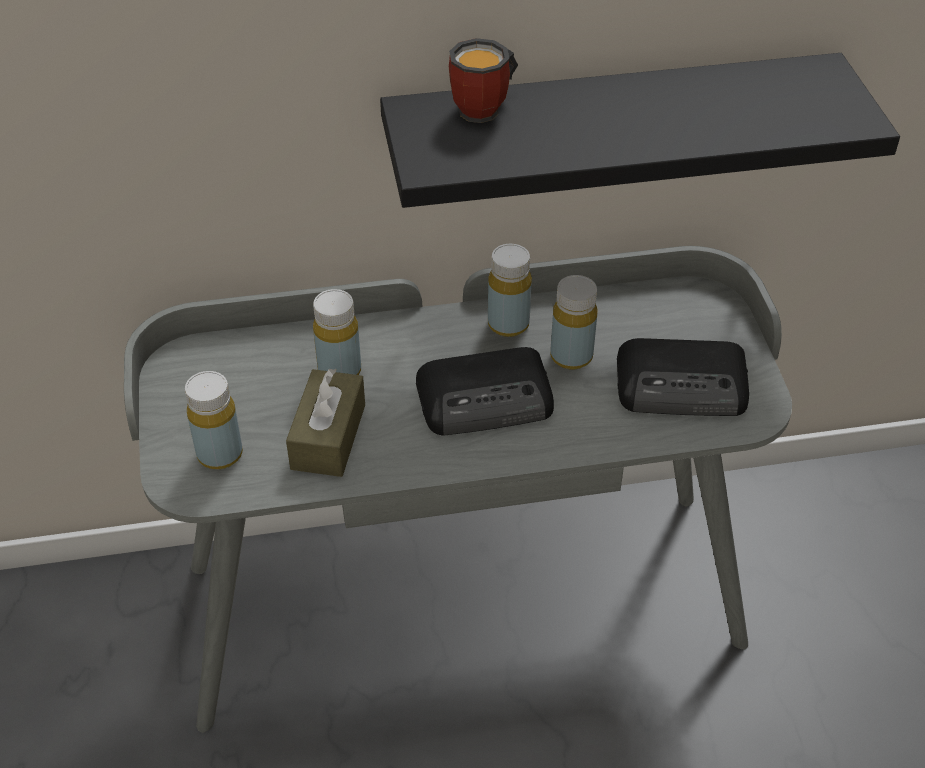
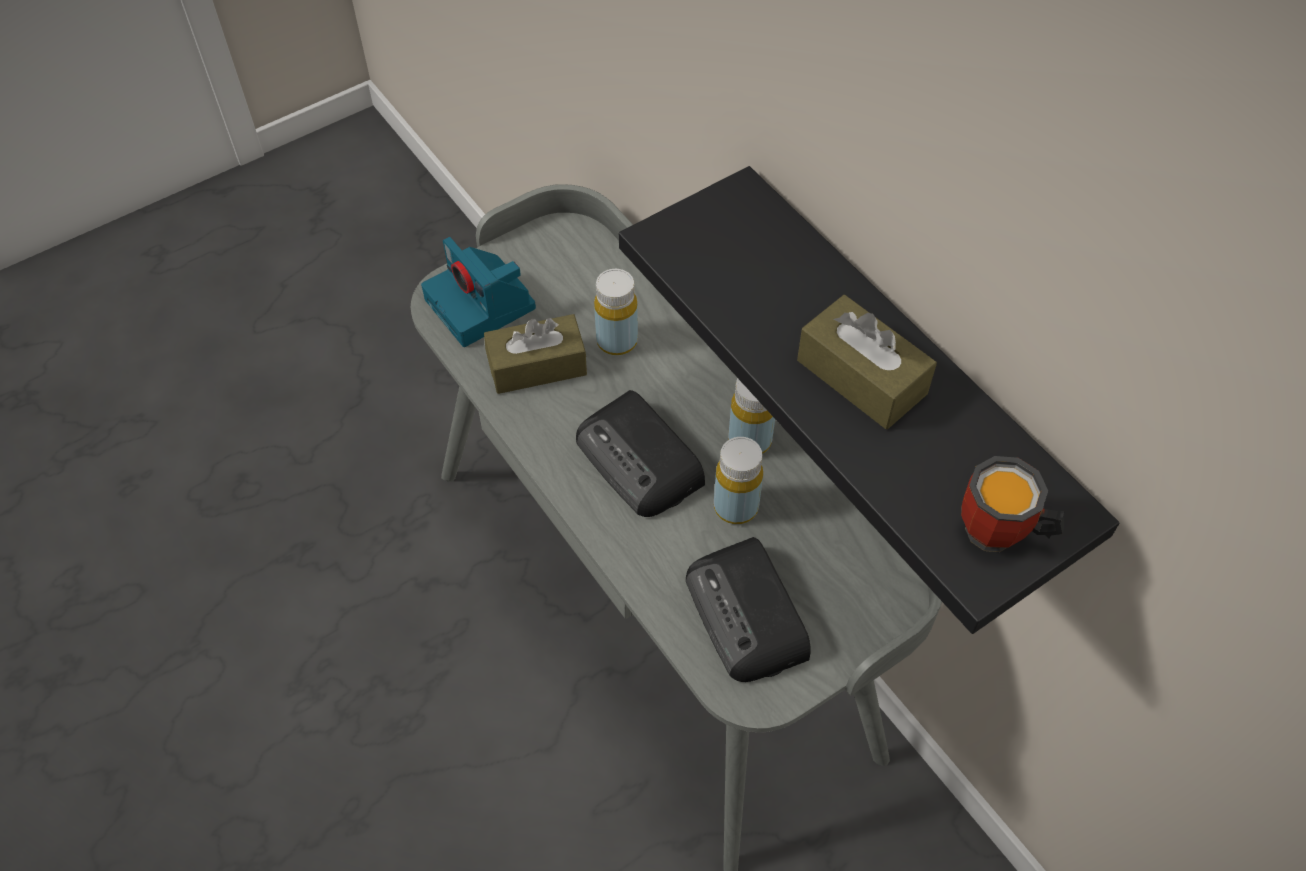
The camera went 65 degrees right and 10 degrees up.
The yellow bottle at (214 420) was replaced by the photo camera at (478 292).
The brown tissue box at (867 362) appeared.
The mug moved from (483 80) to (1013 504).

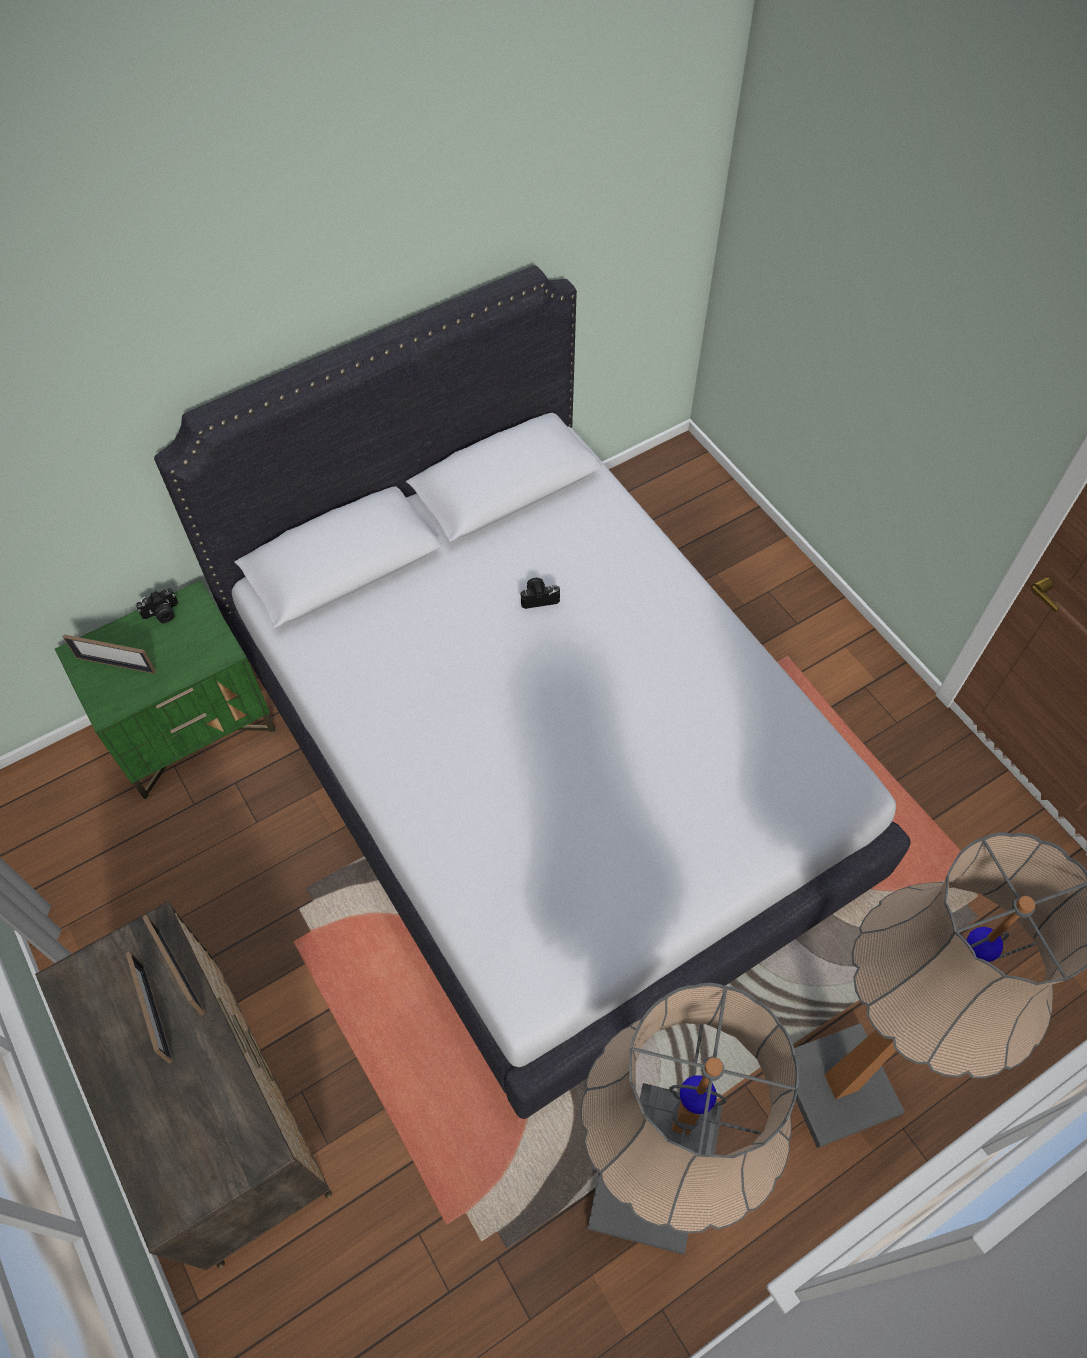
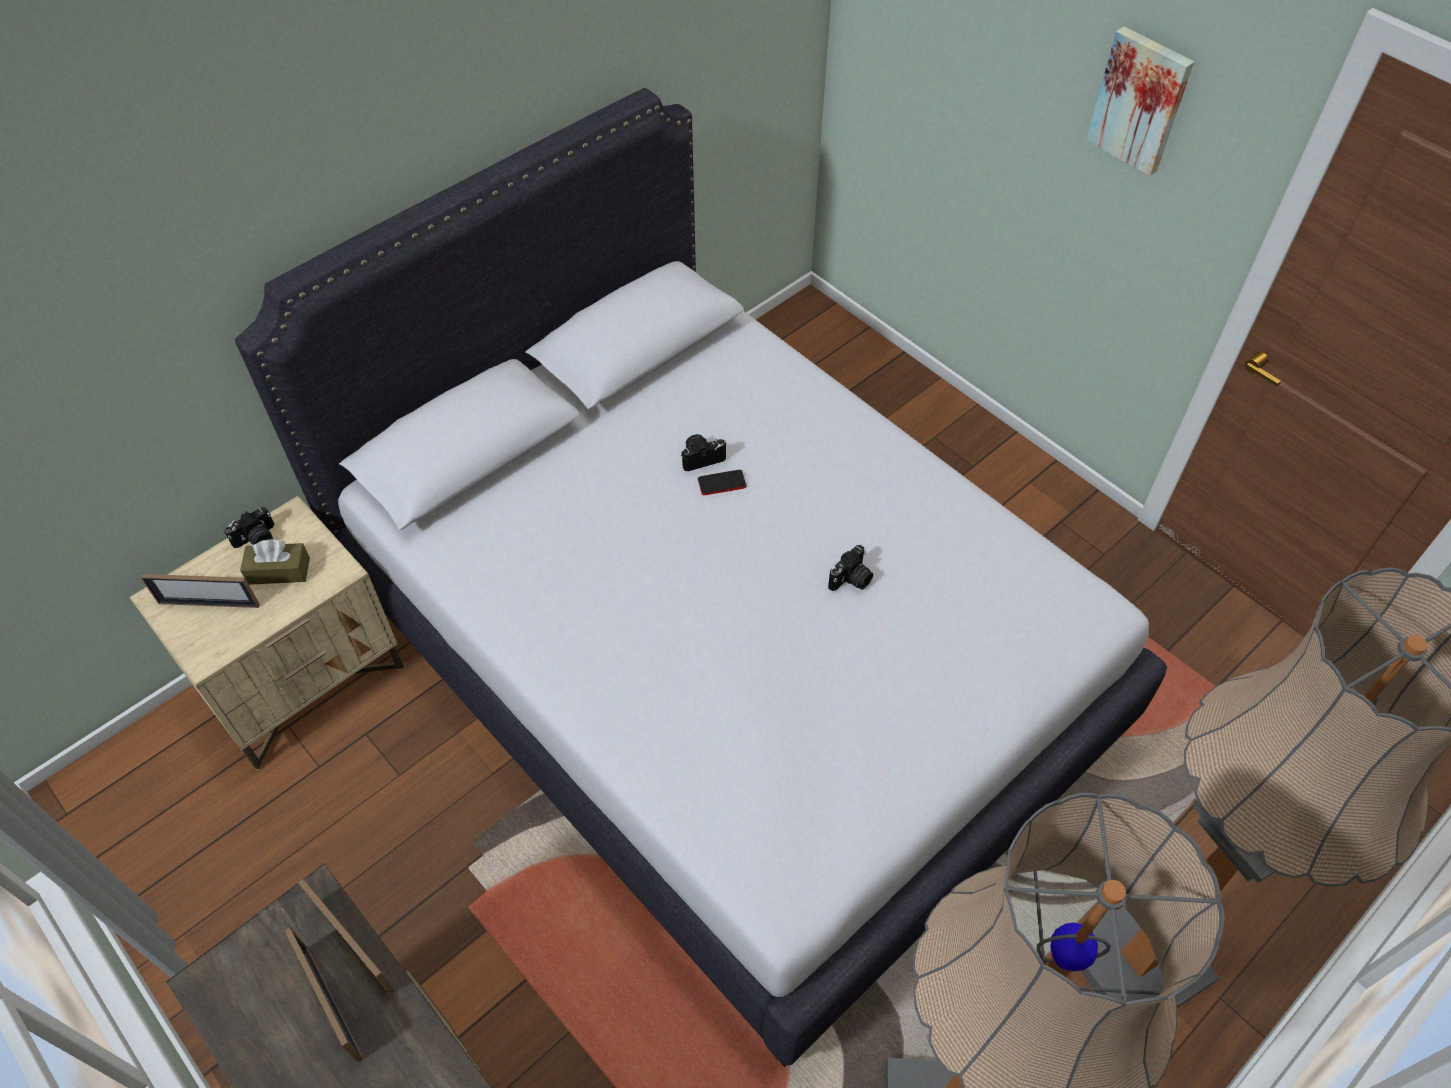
The camera went 10 degrees left and 5 degrees down.
The green nightstand at (165 689) became the beige nightstand at (266 633).
The brown tissue box at (275 562) appeared.
The phone at (722 482) appeared.
The photo camera at (850 568) appeared.
The picture at (1140 101) appeared.

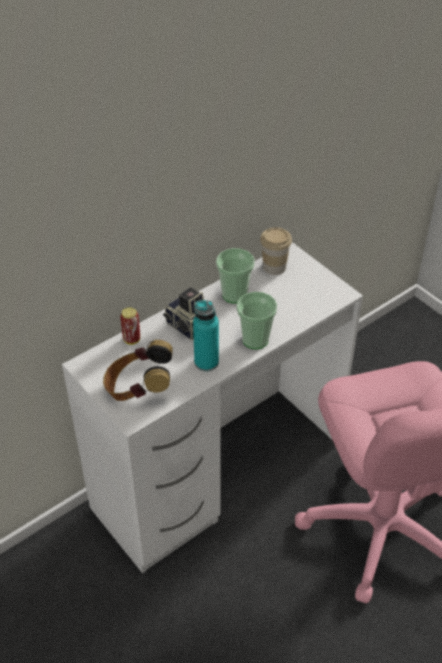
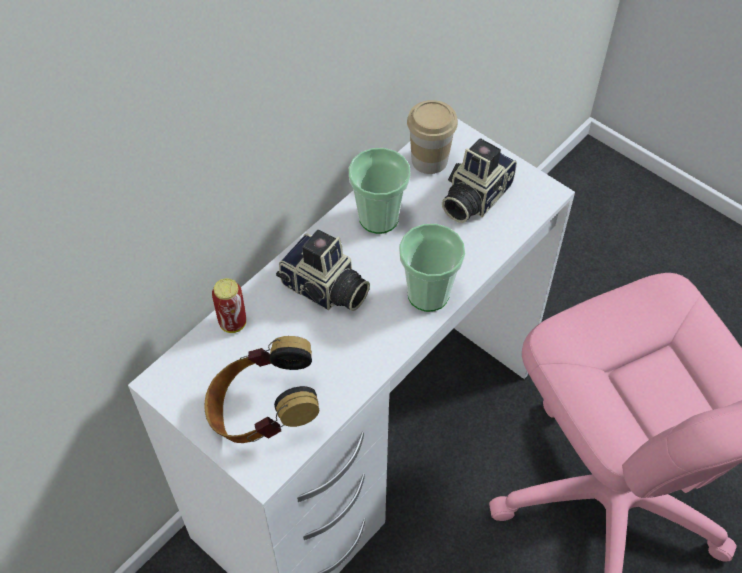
The camera went 10 degrees left and 10 degrees up.
The photo camera at (479 181) appeared.
The turquoise bottle at (206 336) disappeared.

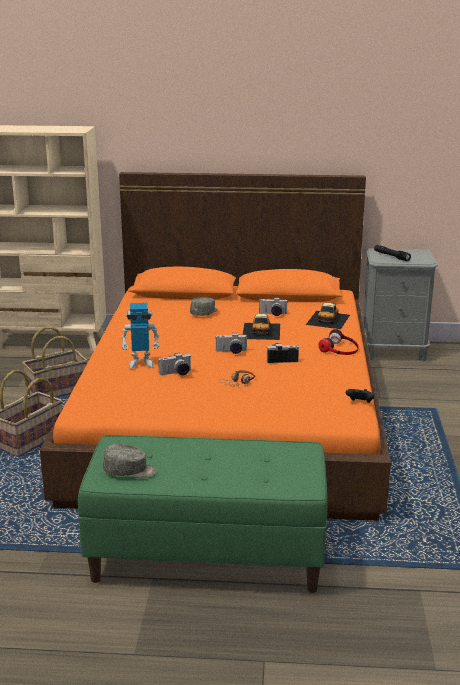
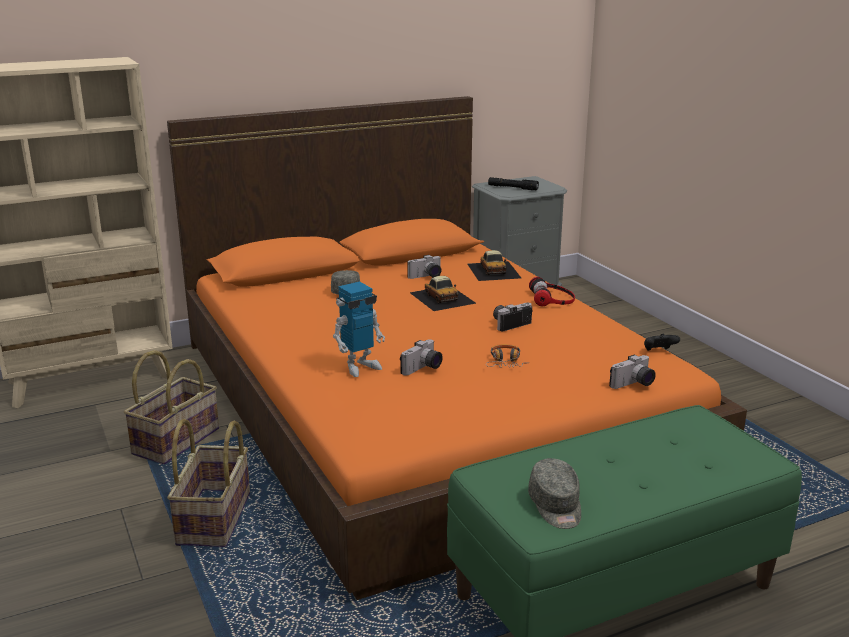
The camera went 30 degrees left and 0 degrees up.
The grey cap at (129 461) turned 105 degrees clockwise.
The photo camera moved from (232 343) to (632 372).

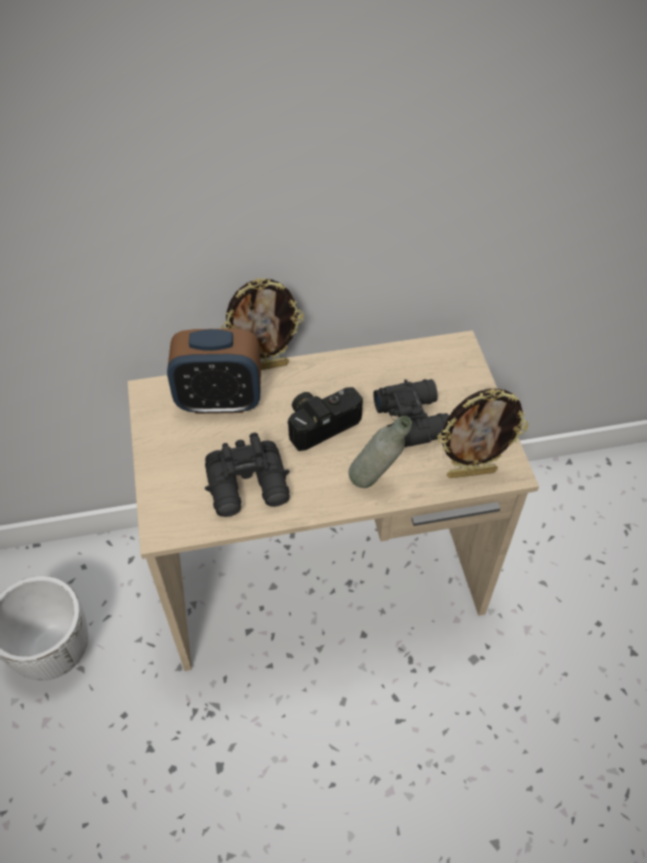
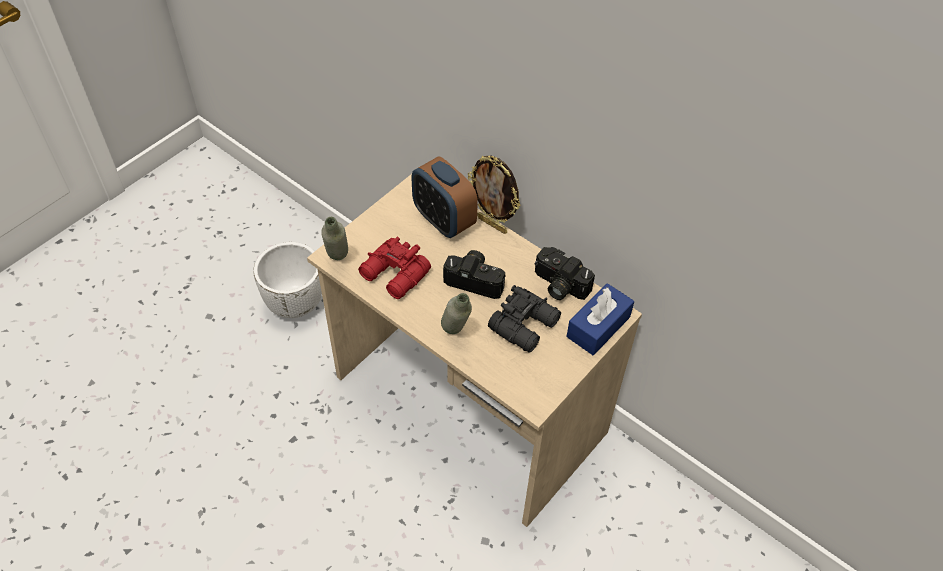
The camera went 50 degrees right and 0 degrees up.
The grey bottle at (334 239) appeared.
The black binoculars at (247 475) became the red binoculars at (394 268).
The photo camera at (565 273) appeared.
The blue tissue box at (600 319) appeared.
The picture frame at (483 433) disappeared.

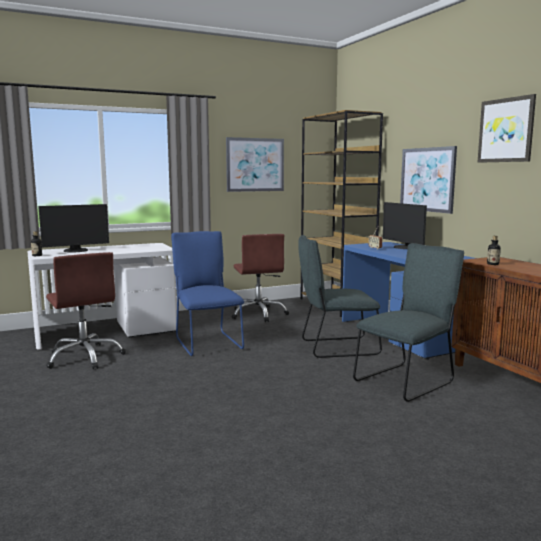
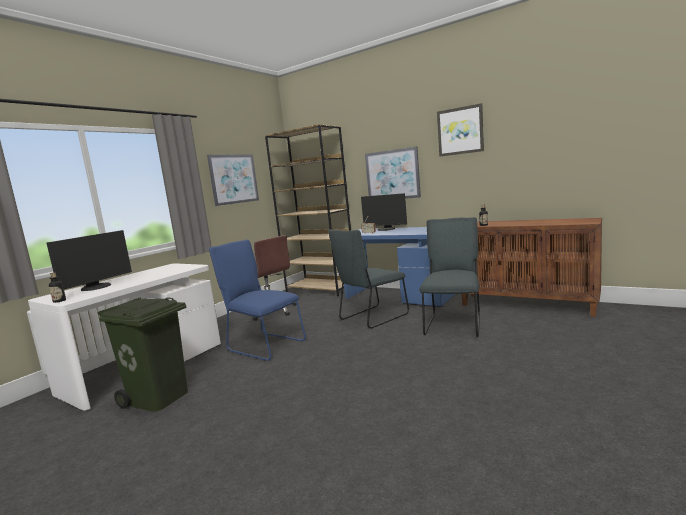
The camera went 30 degrees left and 0 degrees up.
The brown office chair at (86 310) was replaced by the green trash can at (143 354).

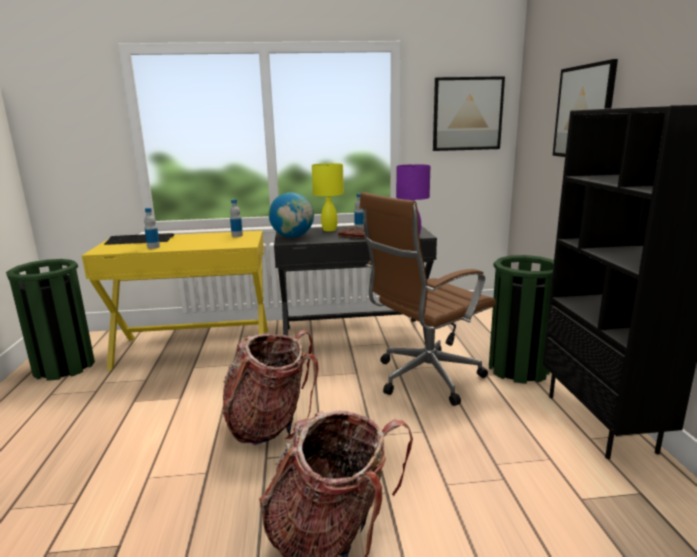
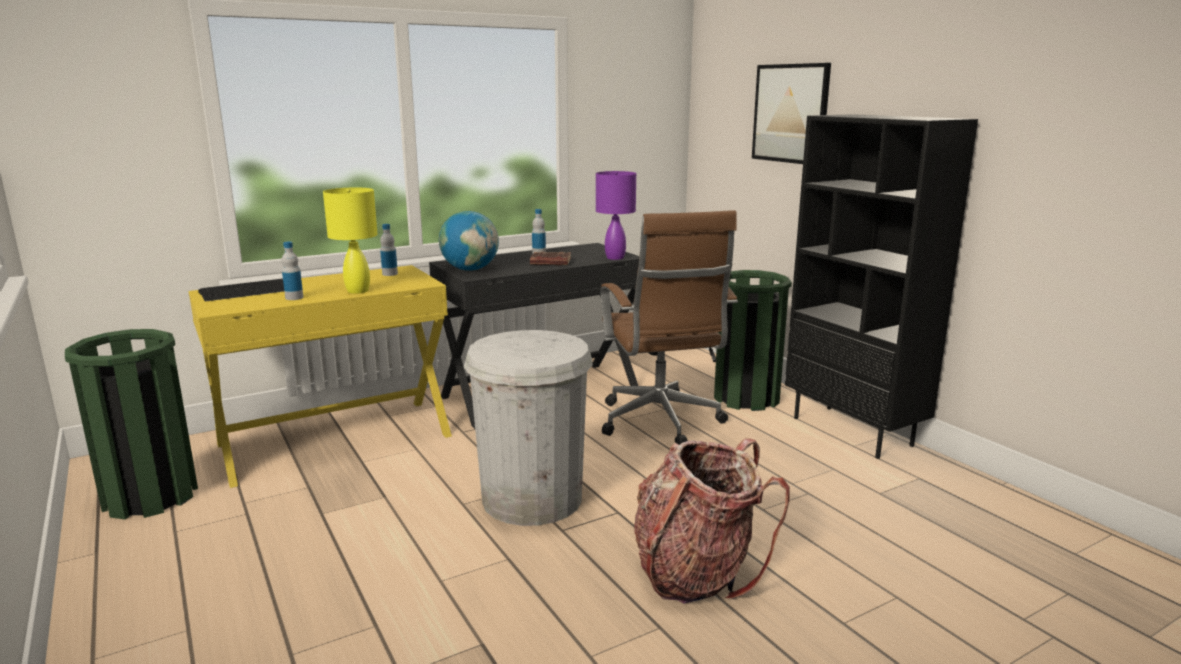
The camera went 25 degrees left and 0 degrees up.
The yellow table lamp moved from (328 197) to (350 241).
The backpack at (270 387) was replaced by the white trash can at (528 428).
The brown office chair at (427 299) turned 45 degrees counterclockwise.
The picture at (469 113) disappeared.

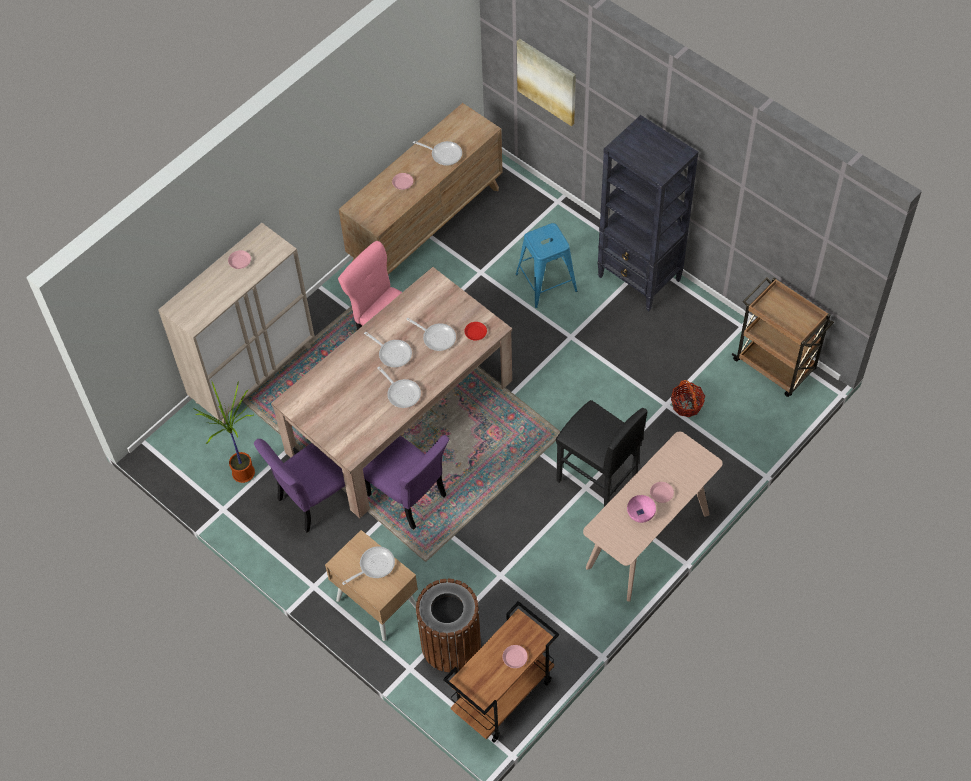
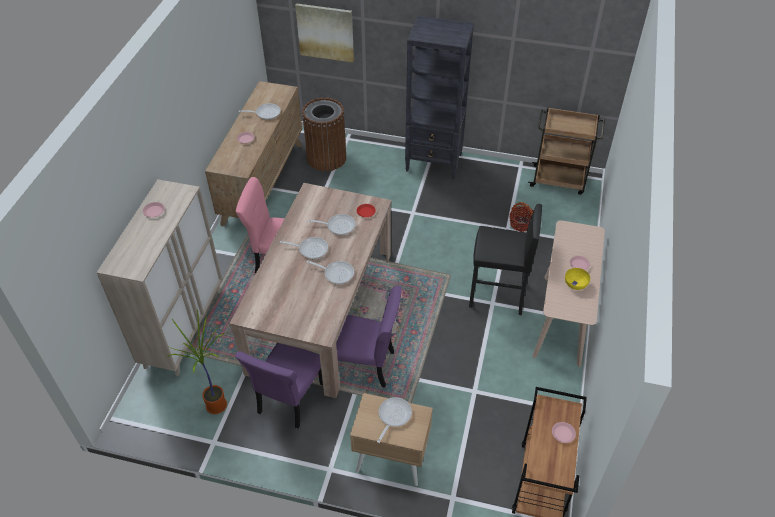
The camera went 30 degrees left and 10 degrees down.
The brown trash can moved from (448 625) to (324 134).
The pink bowl at (641 509) became the yellow bowl at (577 279).
The blue stool at (546 265) disappeared.

